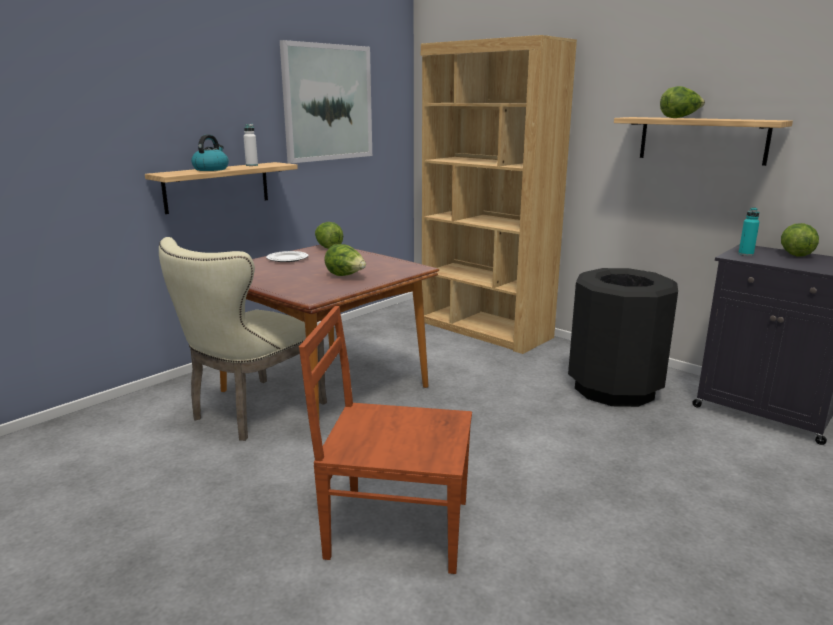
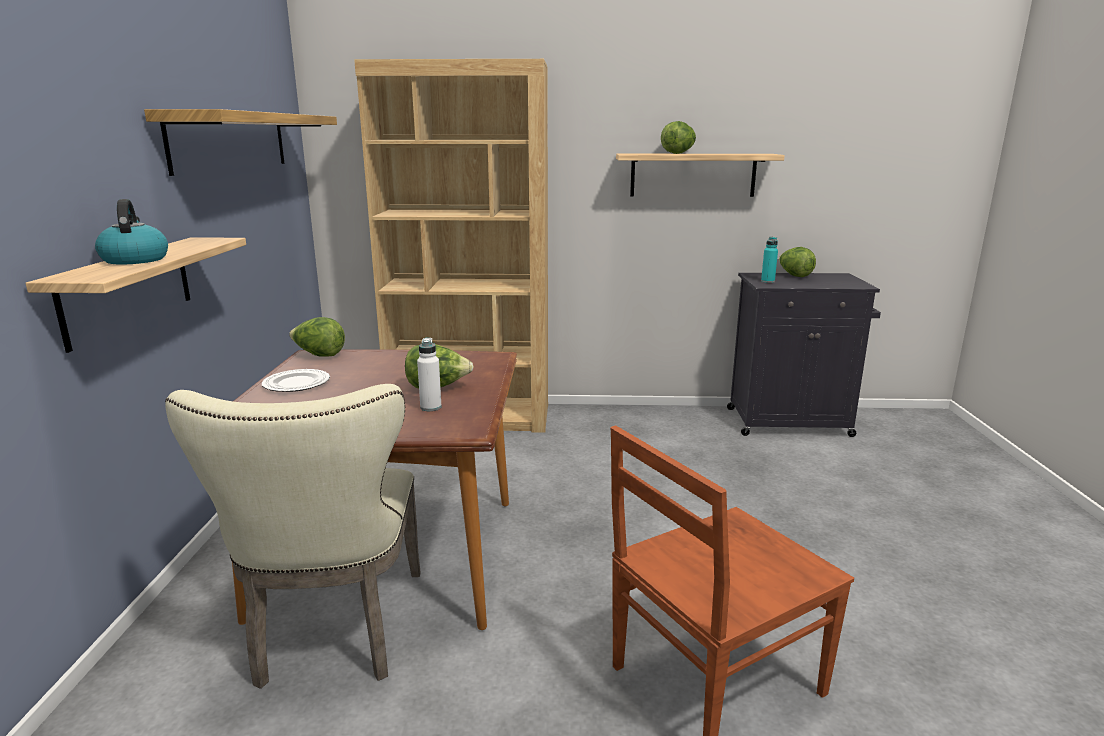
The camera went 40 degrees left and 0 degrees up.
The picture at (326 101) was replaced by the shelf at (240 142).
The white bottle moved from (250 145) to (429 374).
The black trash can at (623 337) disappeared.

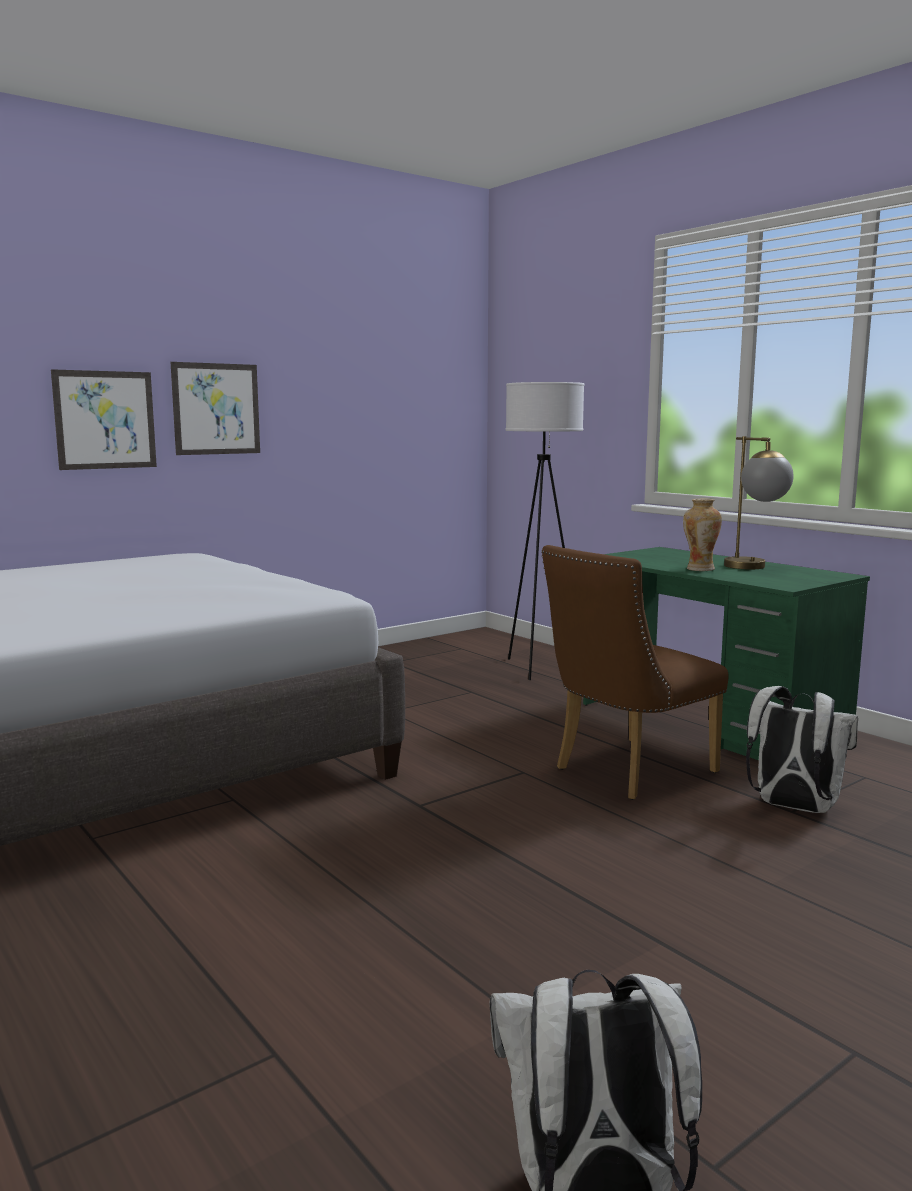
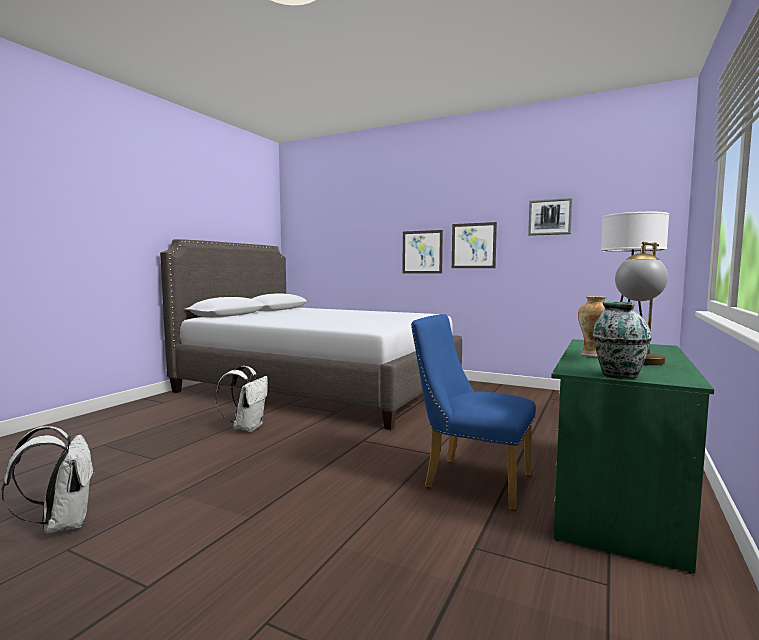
The camera went 65 degrees right and 5 degrees down.
The white backpack moved from (802 749) to (242 399).
The brown chair at (634 672) became the blue chair at (473 412).
The picture at (550 217) appeared.
The vase at (622 340) appeared.

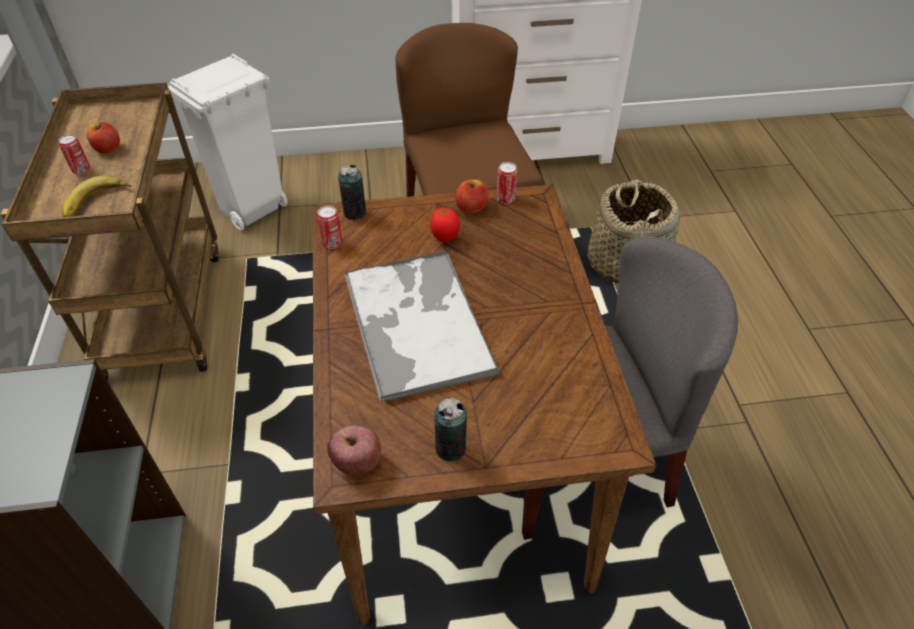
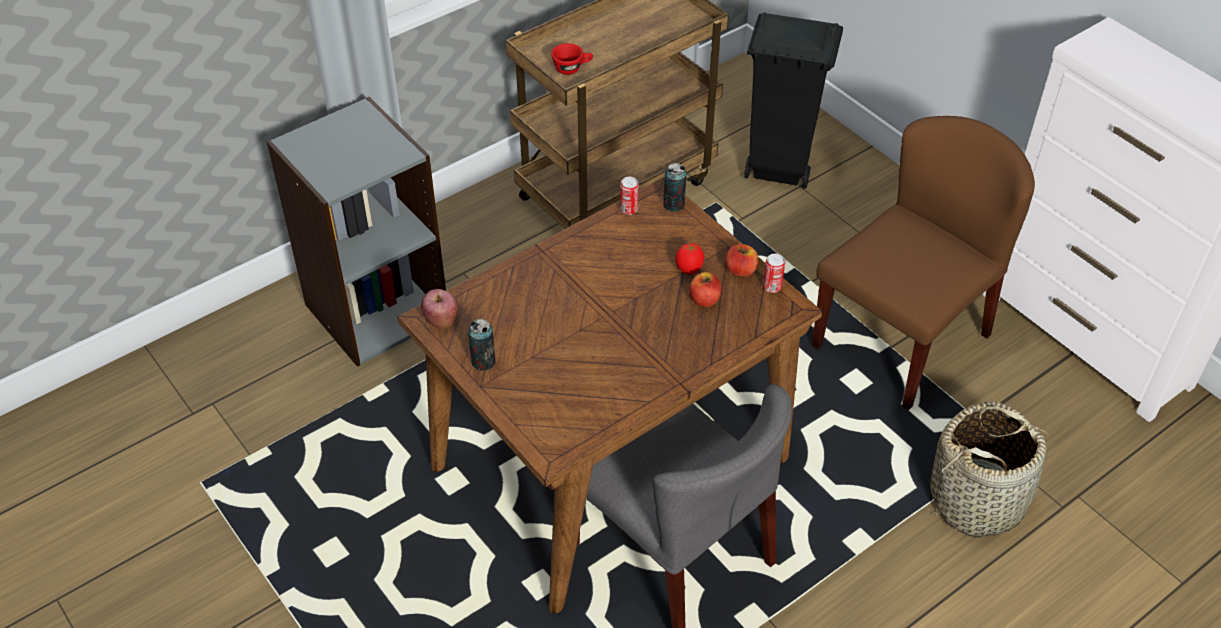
The camera went 60 degrees right and 0 degrees up.
The banana at (96 196) was replaced by the red cup at (572 59).
The apple moved from (103 137) to (705 289).
The white trash can at (227 142) became the black trash can at (793 100).
The can at (74 154) disappeared.
The tray at (421 326) disappeared.

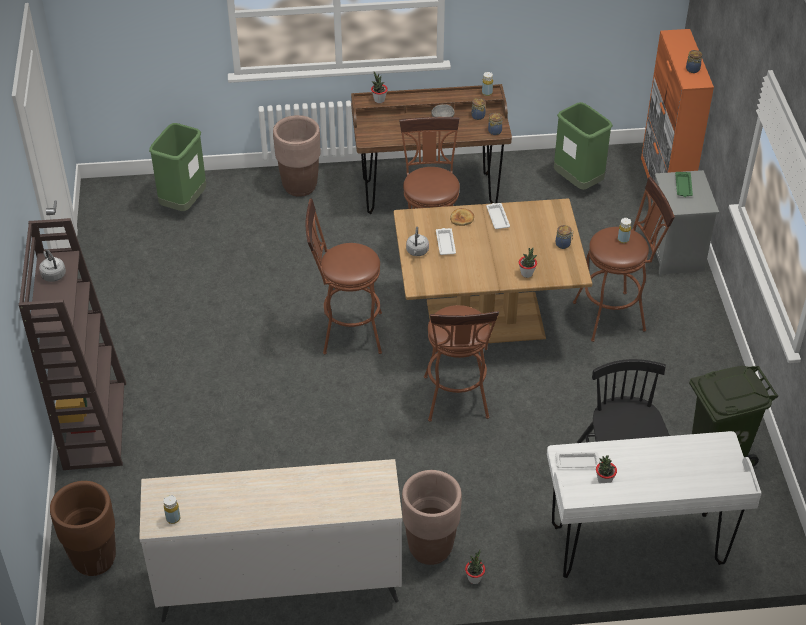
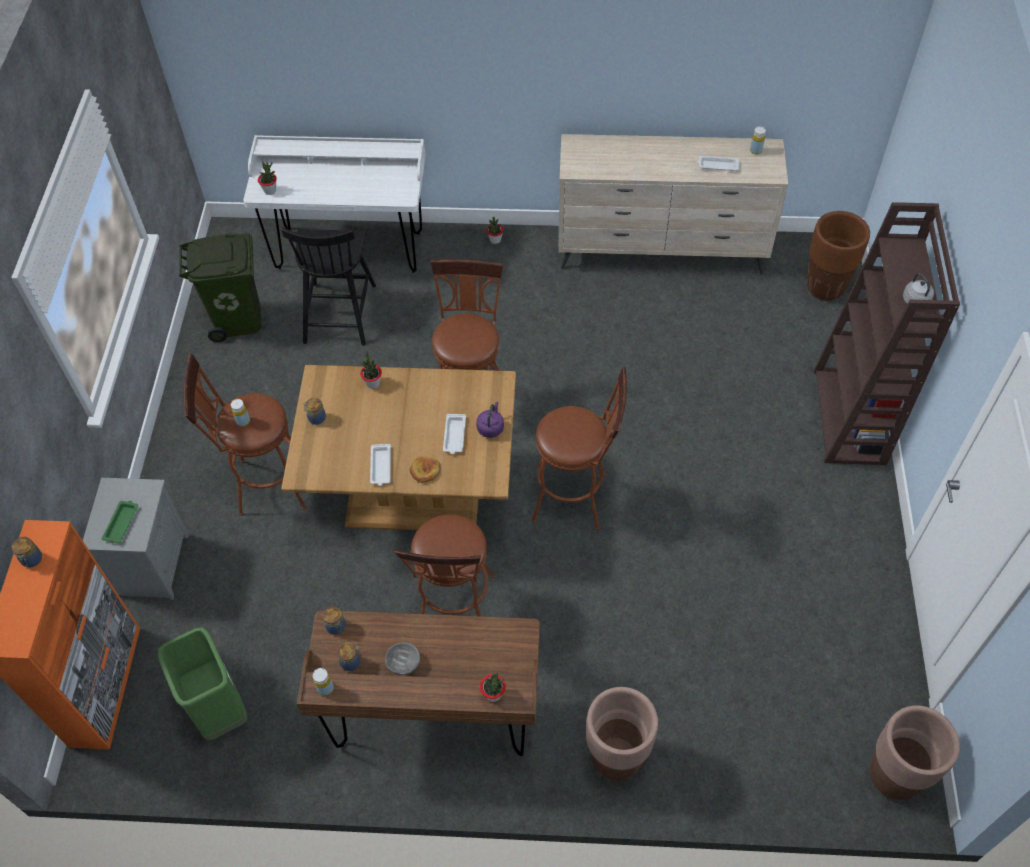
The camera went 170 degrees left and 10 degrees up.
The potted plant moved from (606 469) to (267 178).
The grey kettle at (417 241) became the purple kettle at (490 420).
The white tray moved from (577 460) to (718 163).
The brown planter moved from (432 517) to (915 752).
The green trash can at (177 167) disappeared.

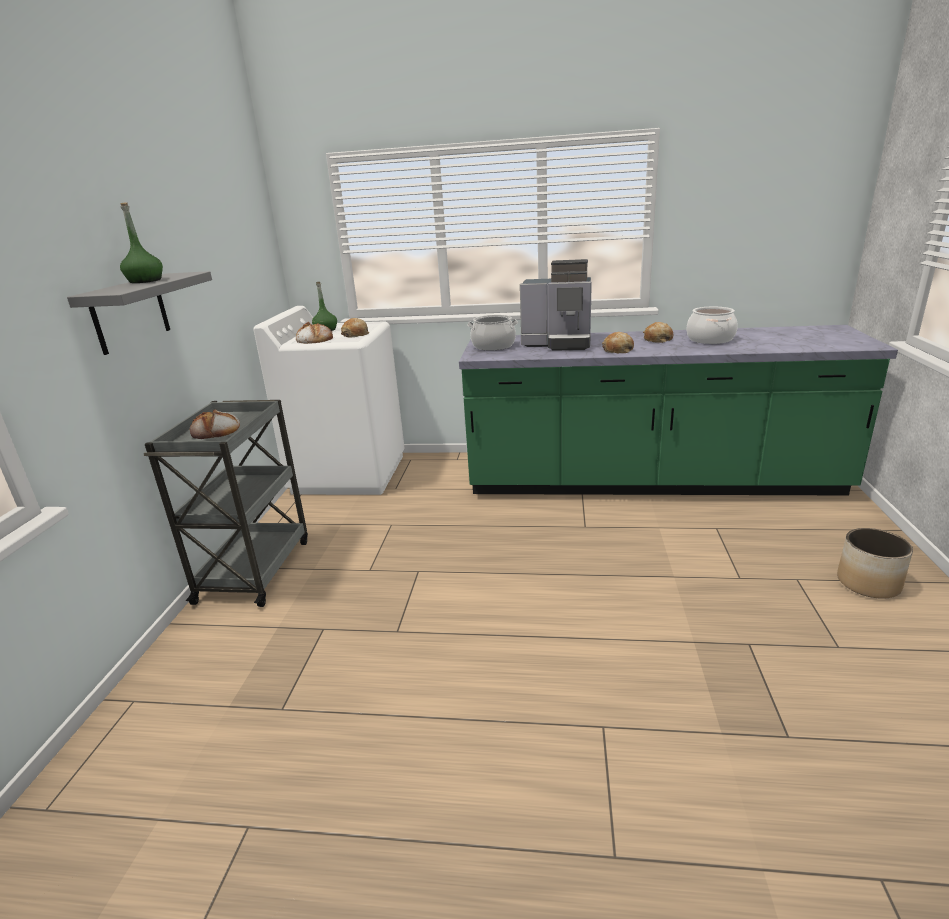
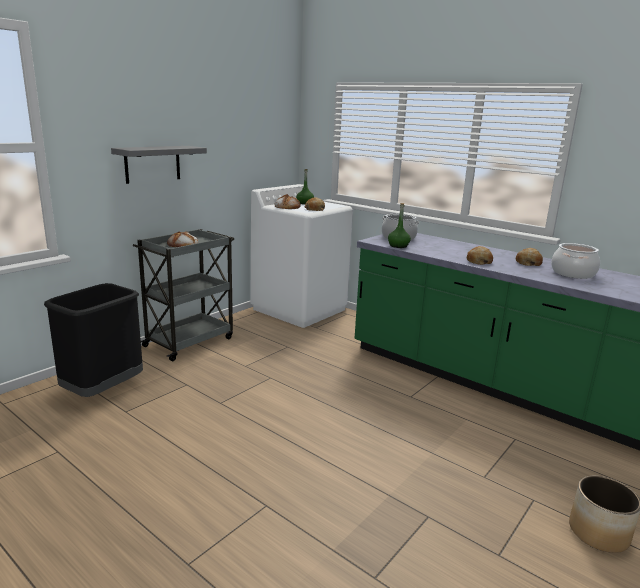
The camera went 30 degrees right and 5 degrees down.
The black trash can at (93 340) appeared.
The green bottle moved from (141 243) to (399 225).
The coffee machine at (556 304) disappeared.

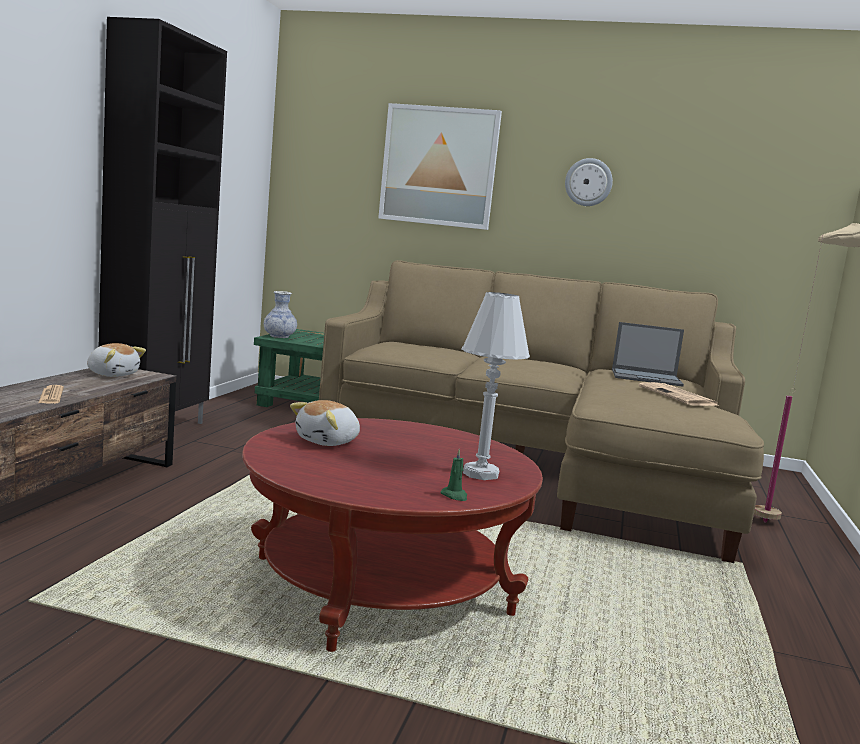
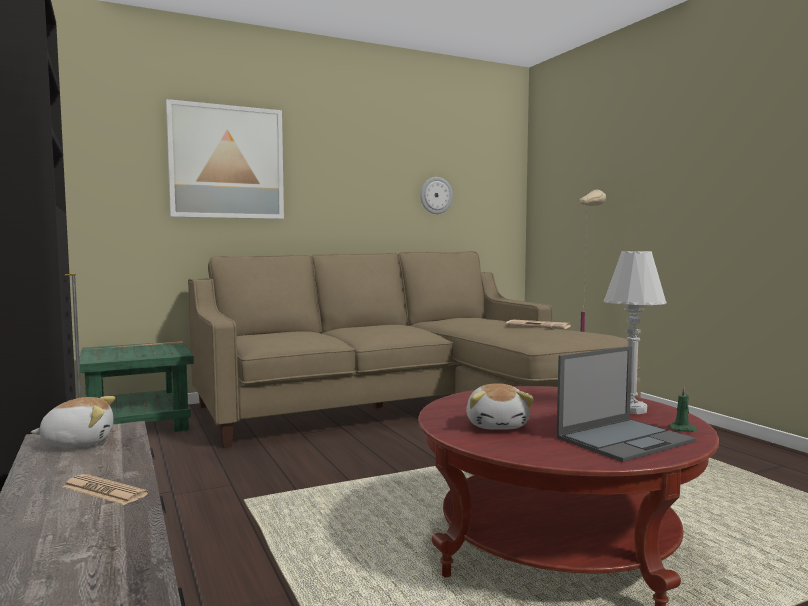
The camera went 40 degrees left and 5 degrees down.
The wall clock moved from (589 182) to (436 195).
The laptop moved from (648 354) to (626 404).
The vase at (280 314) disappeared.

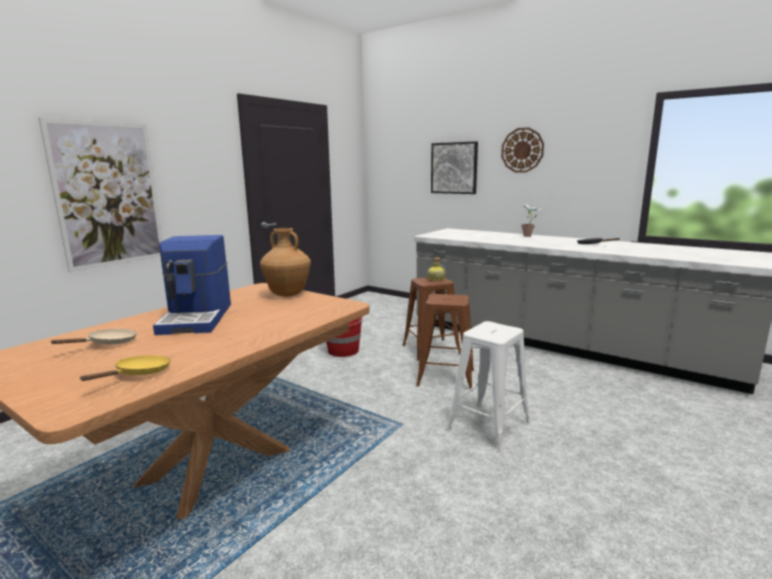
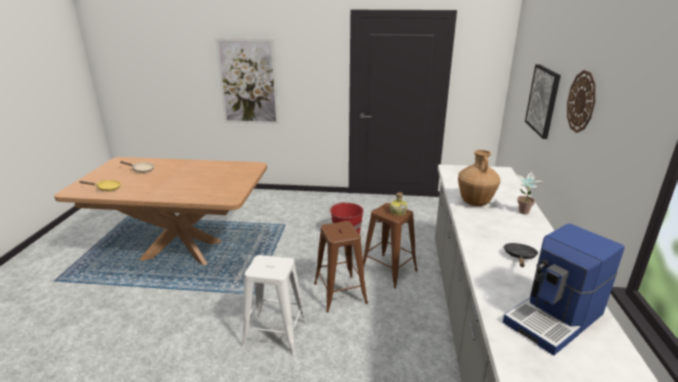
The camera went 60 degrees right and 10 degrees up.
The brown vase moved from (285 262) to (479 178).
The coffee machine moved from (192 285) to (564 289).

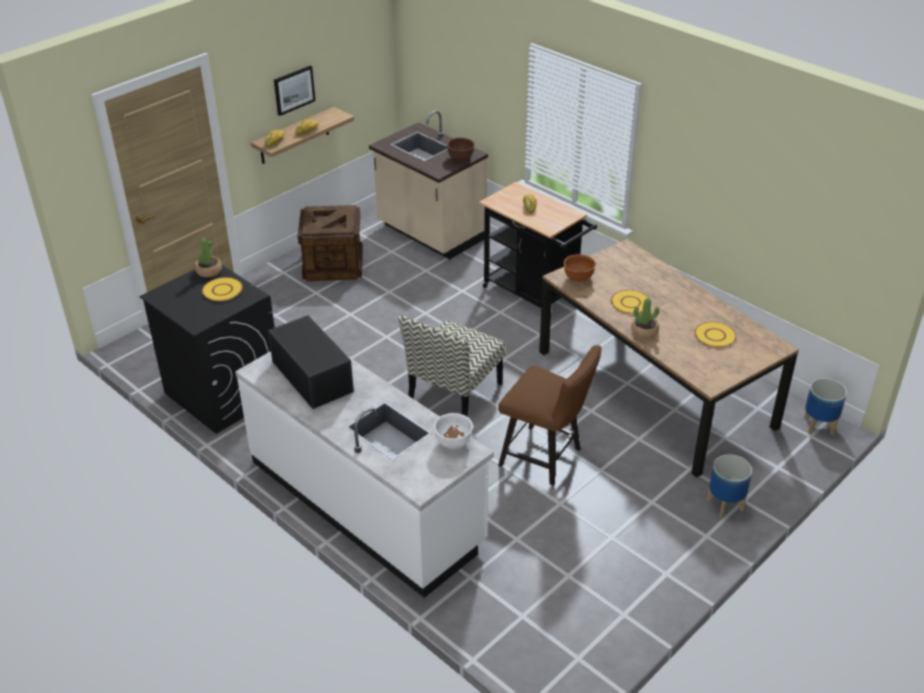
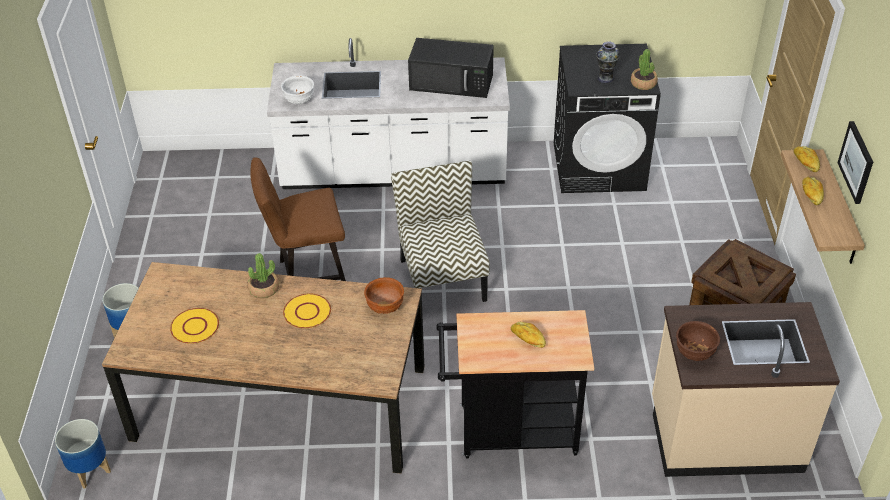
The camera went 135 degrees right and 5 degrees up.
The yellow plate at (222 289) was replaced by the vase at (607 62).

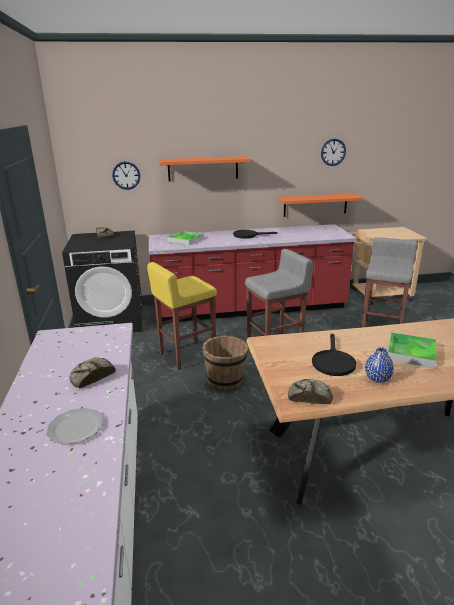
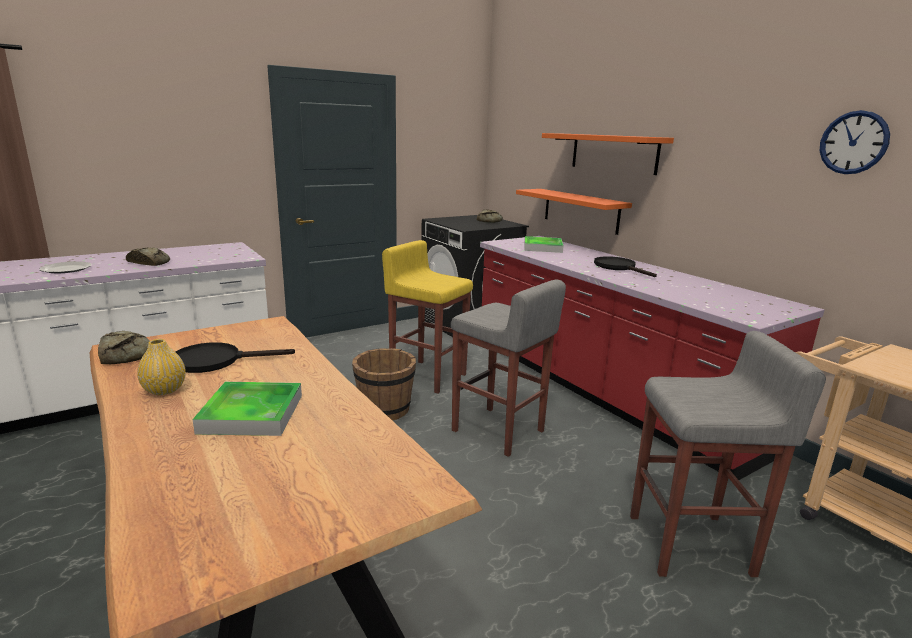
The camera went 65 degrees right and 5 degrees down.
The blue vase at (379 365) became the yellow vase at (161 367).
The orange shelf moved from (320 205) to (574 212).
The wall clock at (126 175) disappeared.

